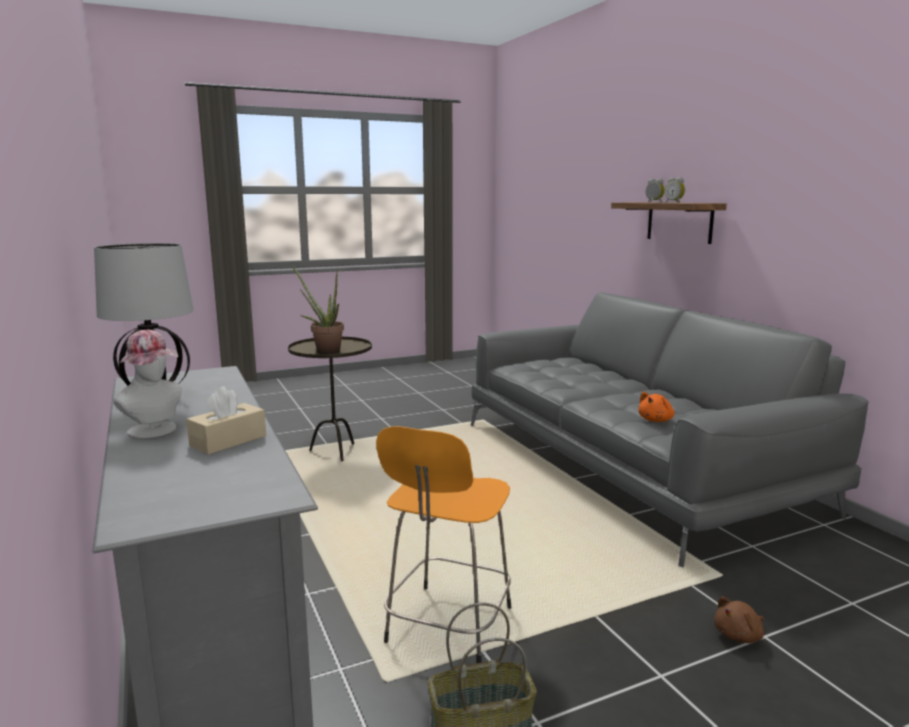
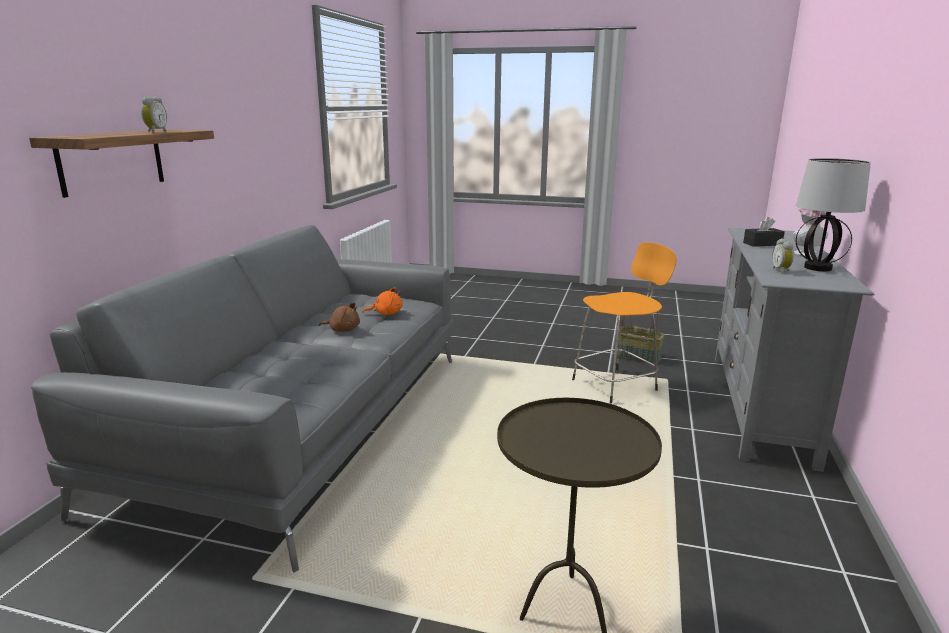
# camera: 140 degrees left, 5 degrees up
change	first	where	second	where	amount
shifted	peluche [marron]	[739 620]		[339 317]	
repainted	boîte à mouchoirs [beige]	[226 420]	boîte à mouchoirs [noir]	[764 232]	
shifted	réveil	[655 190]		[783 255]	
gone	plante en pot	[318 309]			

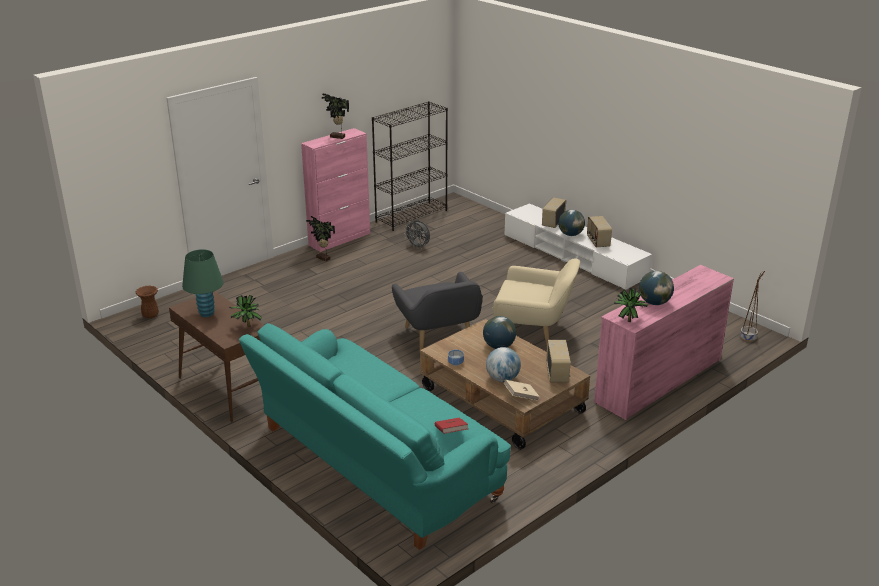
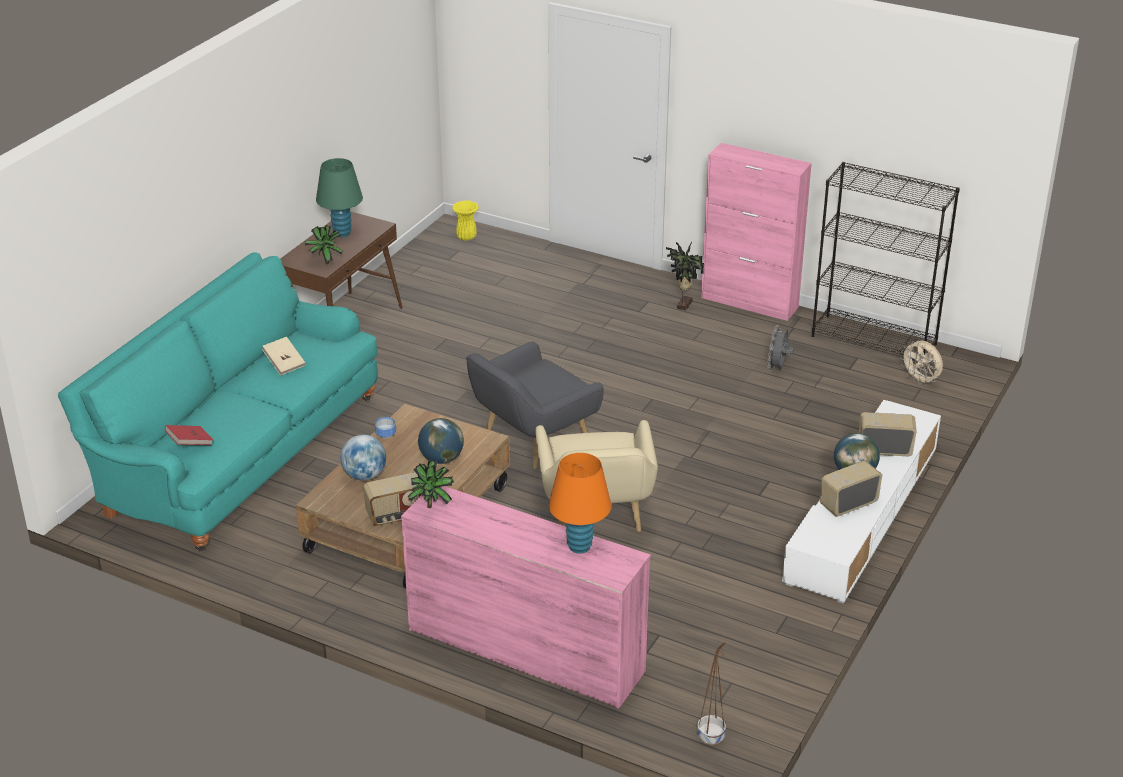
# camera: 70 degrees right, 5 degrees up
change	first	where	second	where	amount
shifted	livre [beige]	[522 390]		[284 356]	
repainted	vase [marron]	[147 301]	vase [jaune]	[465 221]	
new			lampe de table [orange]	[580 503]	
new			ventilateur [beige]	[921 363]	
gone	plante en pot	[335 116]			
gone	globe	[656 288]			

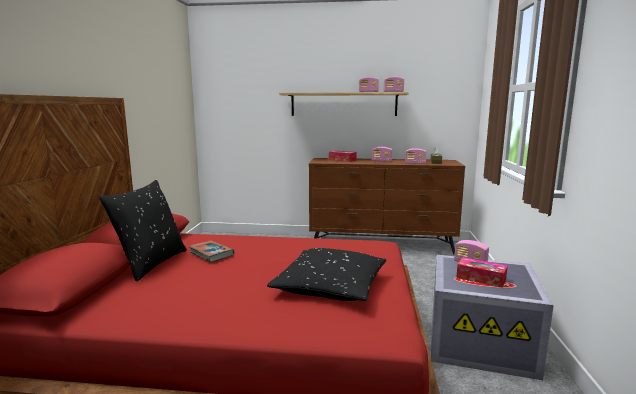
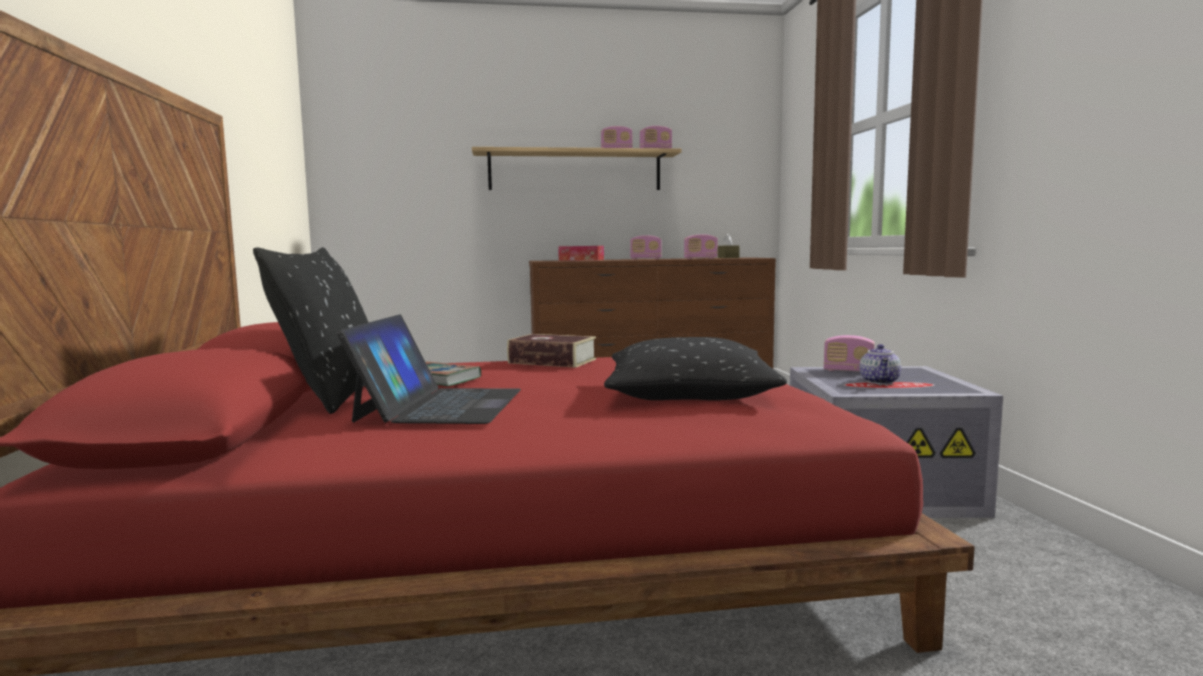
# camera: 15 degrees left, 5 degrees down
change	first	where	second	where	amount
new			ordinateur portable	[429 369]	
new			livre	[551 351]	
swapped	boîte à mouchoirs	[482 272]	théière	[880 364]	

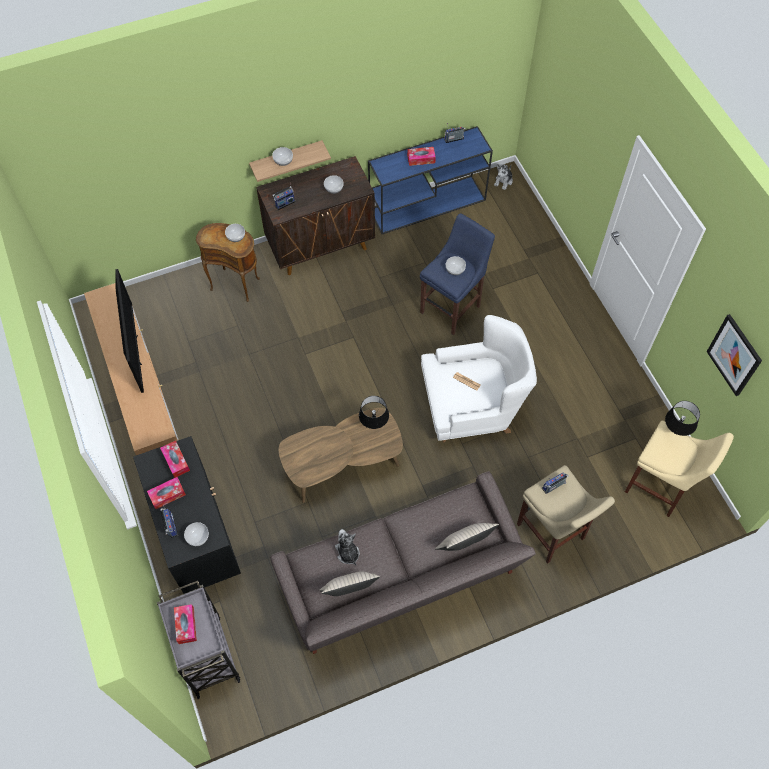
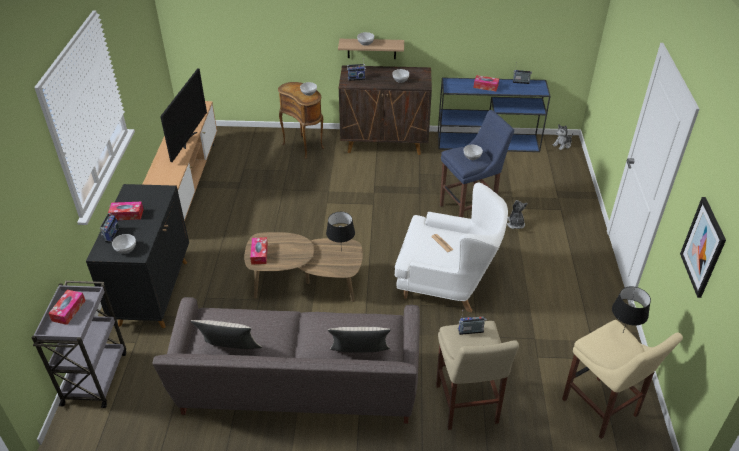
# camera: 25 degrees right, 20 degrees down
change	first	where	second	where	amount
shifted	boîte à mouchoirs	[175 459]		[259 251]	
shifted	peluche	[347 547]		[517 214]	

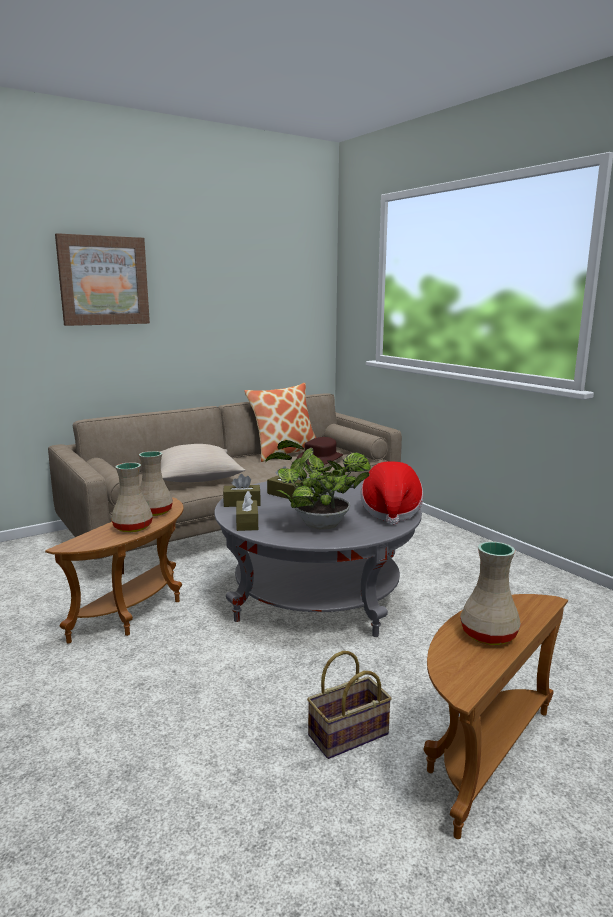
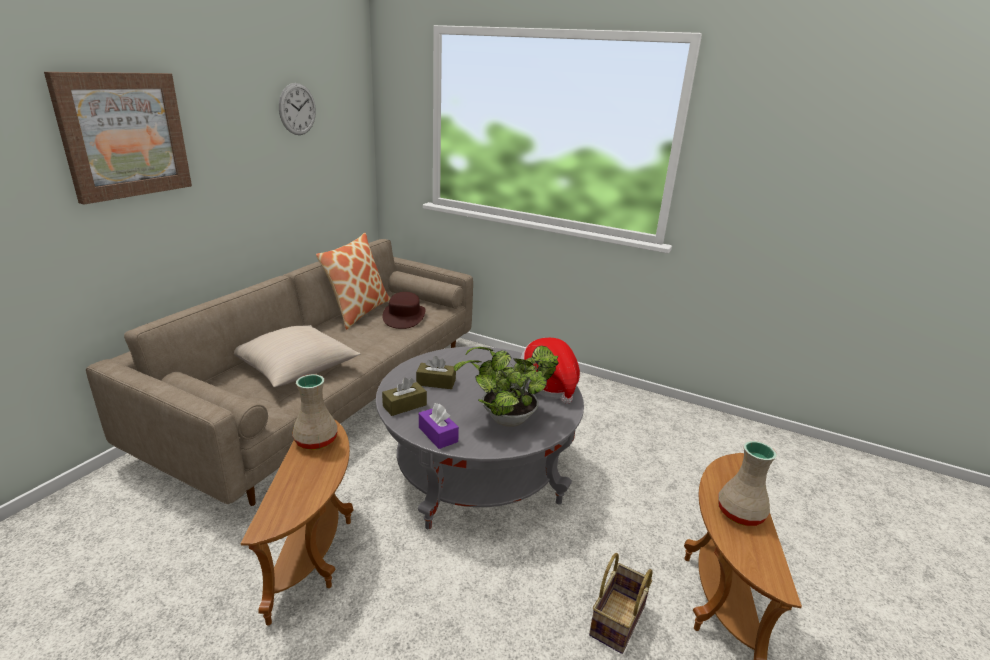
# camera: 30 degrees left, 10 degrees up
change	first	where	second	where	amount
new			horloge murale	[297 109]	
repainted	boîte à mouchoirs [marron]	[247 511]	boîte à mouchoirs [violet]	[439 426]	
gone	vase [beige]	[132 497]			

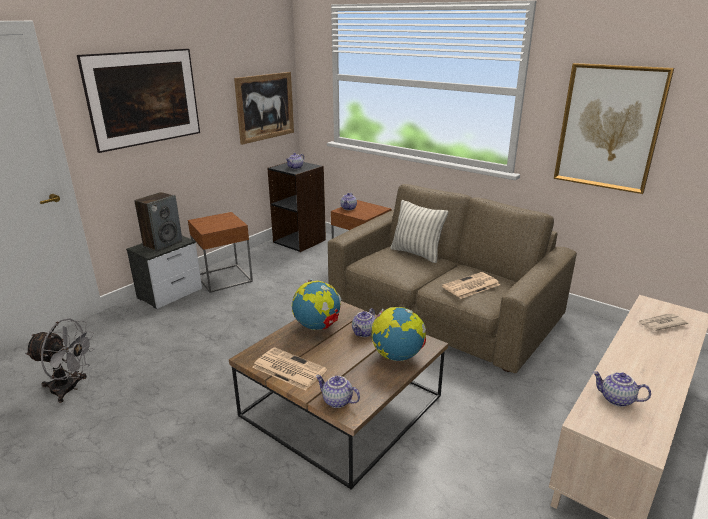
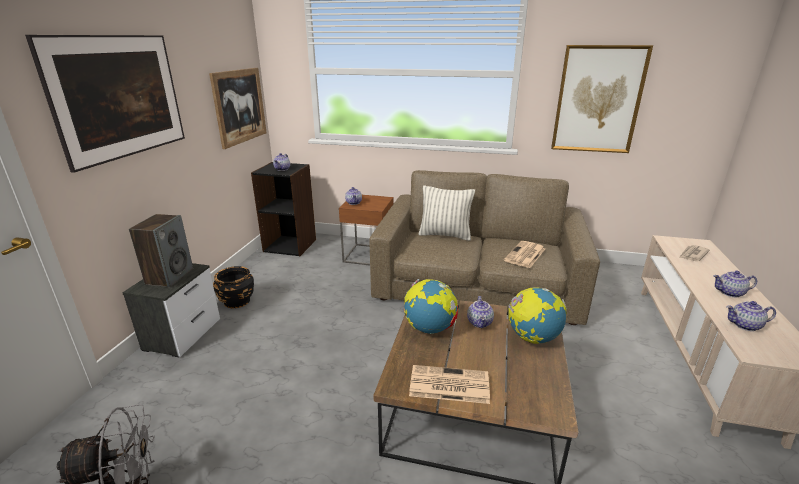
# camera: 25 degrees left, 0 degrees up
change	first	where	second	where	amount
swapped	table d'appoint [marron]	[220 252]	cache-pot [noir]	[233 287]	
shifted	théière	[338 391]		[735 284]	

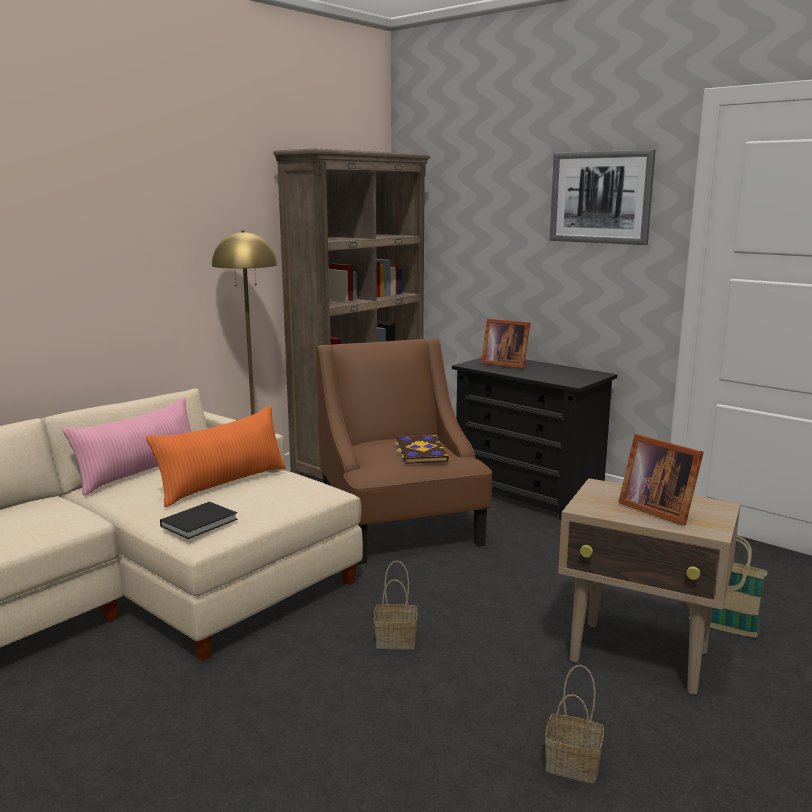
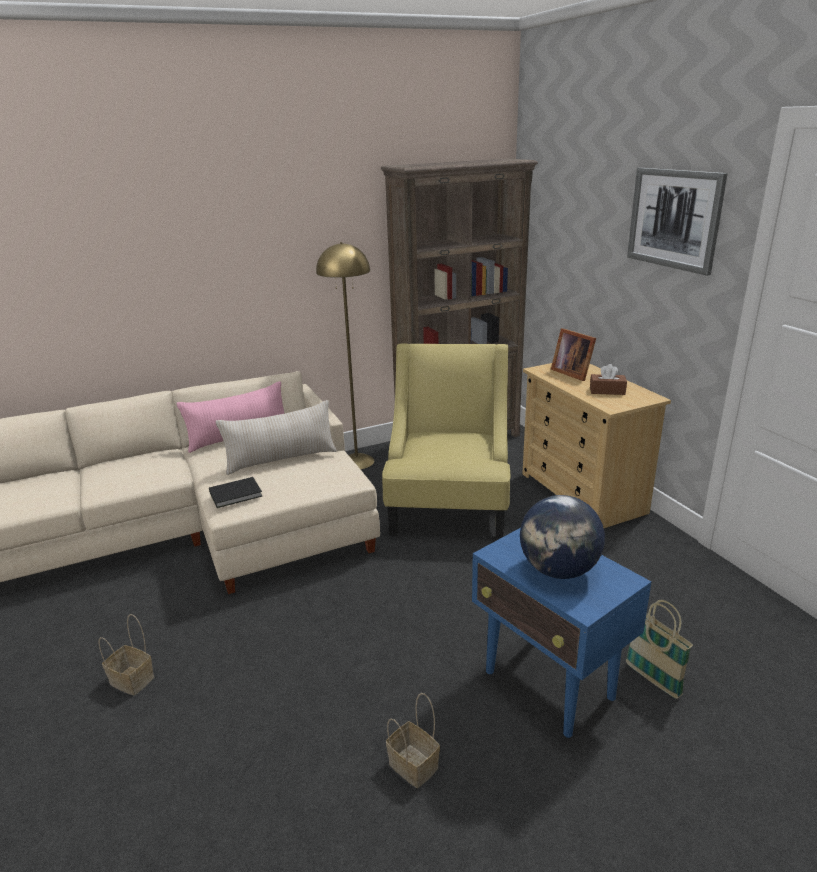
# camera: 25 degrees right, 10 degrees up
change	first	where	second	where	amount
shifted	panier	[396 605]		[126 654]	
repainted	coussin [orange]	[216 456]	coussin [beige]	[276 437]	
repainted	fauteuil [marron]	[404 451]	fauteuil [jaune]	[446 441]	
repainted	table d'appoint [beige]	[649 586]	table d'appoint [bleu]	[561 633]	
swapped	cadre photo	[661 480]	globe	[562 537]	
repainted	commode [noir]	[534 439]	commode [beige]	[596 445]	
new			boîte à mouchoirs [marron]	[608 379]	
gone	livre	[421 449]			

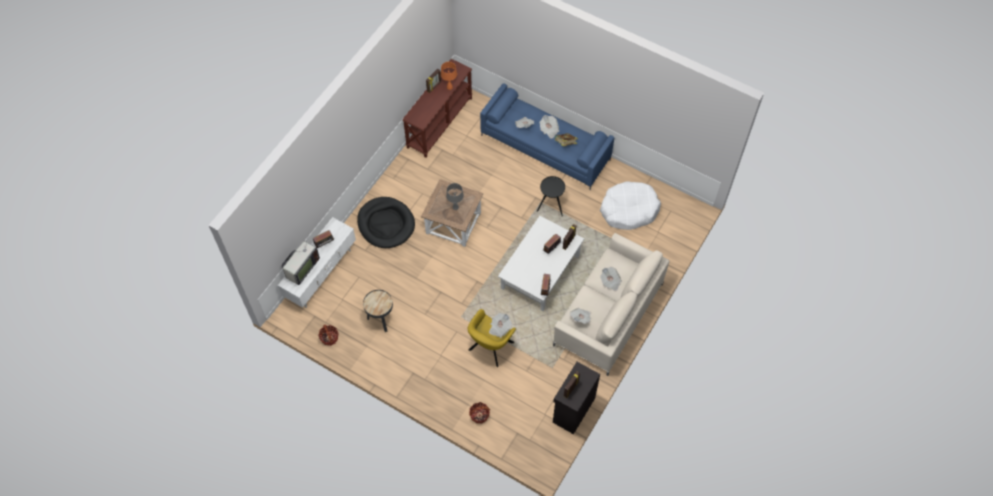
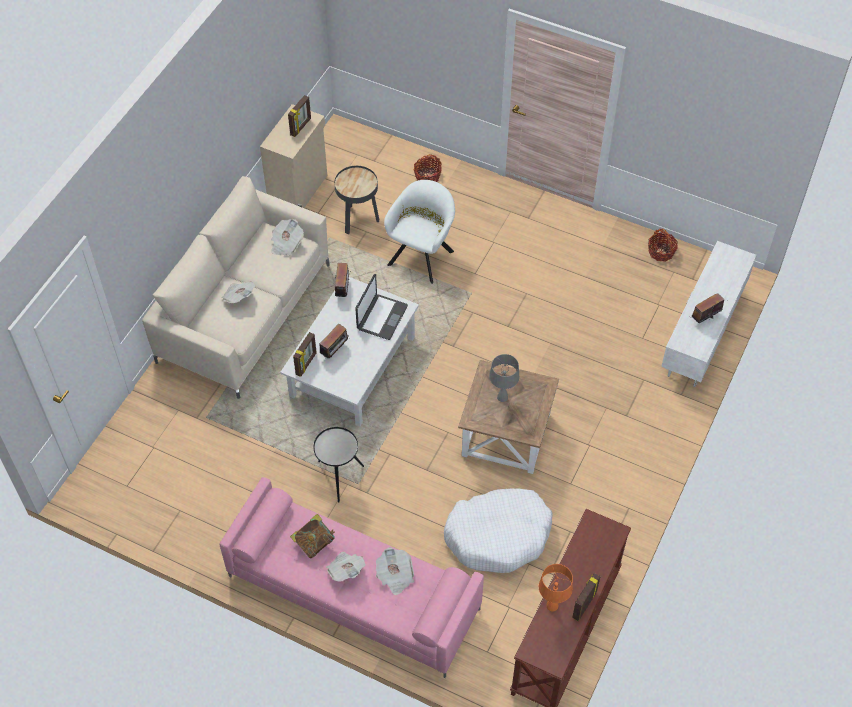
# camera: 175 degrees right, 5 degrees down
change	first	where	second	where	amount
repainted	canapé [bleu]	[547 136]	canapé [rose]	[352 577]	
repainted	meuble de rangement [noir]	[576 398]	meuble de rangement [beige]	[293 156]	
shifted	table d'appoint [noir]	[378 311]		[356 200]	
new			ordinateur portable	[381 307]	
repainted	fauteuil [jaune]	[492 338]	fauteuil [blanc]	[419 232]	
shifted	panier pour chien [blanc]	[630 205]		[498 530]	
gone	téléviseur	[301 261]			
gone	panier pour chien [noir]	[386 222]			
gone	journal	[500 325]			

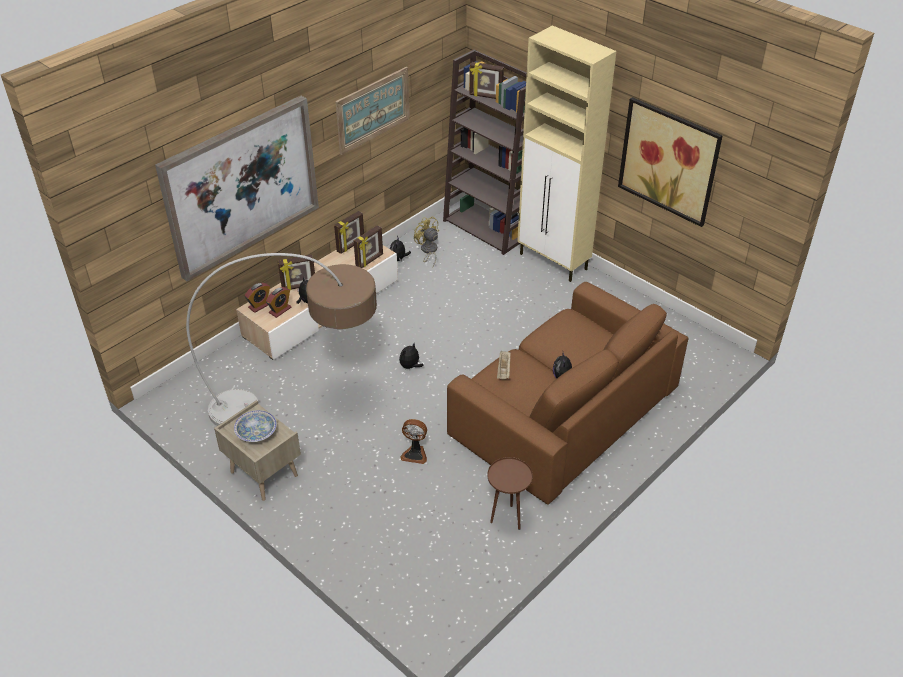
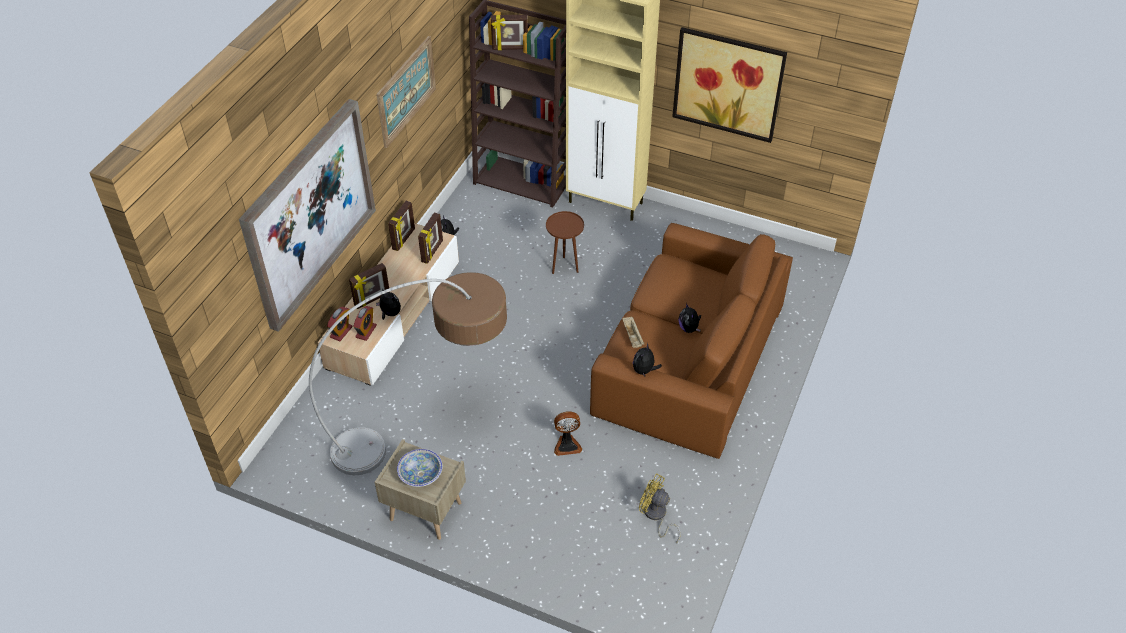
# camera: 20 degrees left, 5 degrees up
change	first	where	second	where	amount
shifted	table d'appoint [marron]	[510 493]		[565 242]	
shifted	peluche	[411 356]		[647 359]	
shifted	ventilateur [jaune]	[426 242]		[659 508]	

